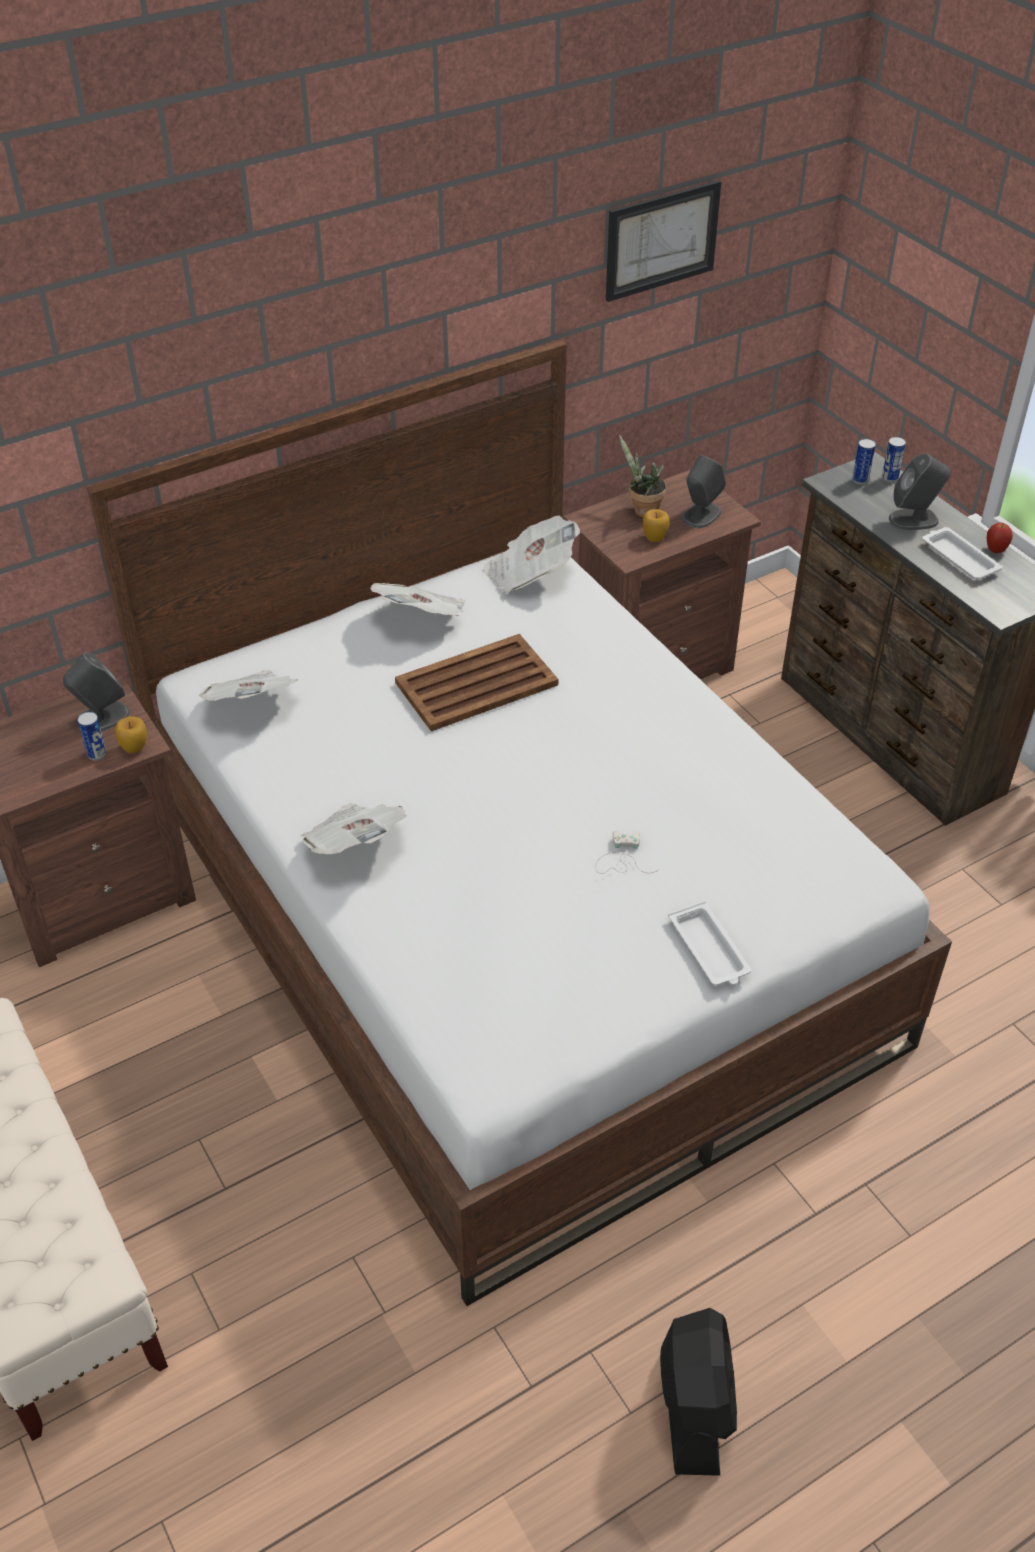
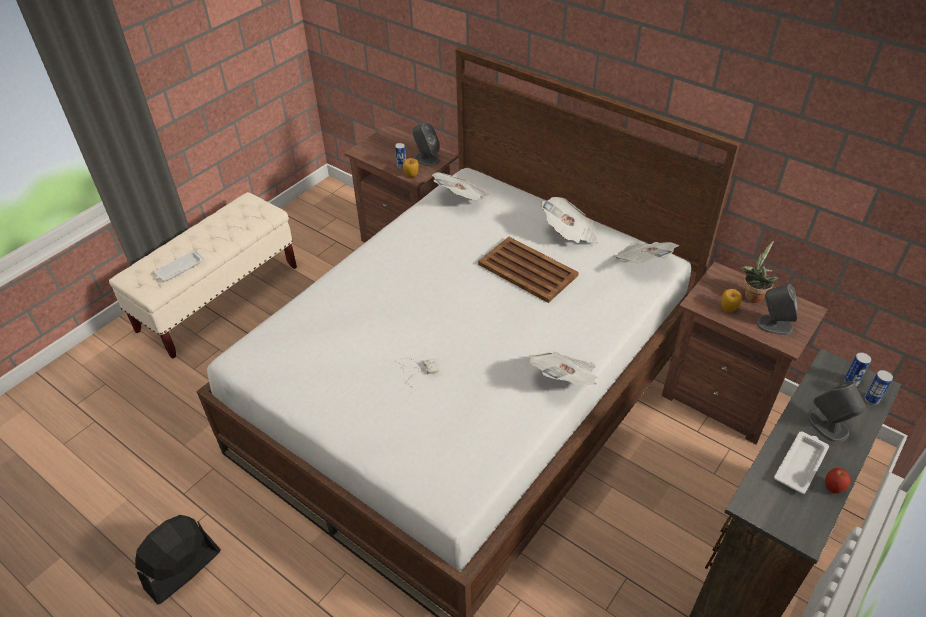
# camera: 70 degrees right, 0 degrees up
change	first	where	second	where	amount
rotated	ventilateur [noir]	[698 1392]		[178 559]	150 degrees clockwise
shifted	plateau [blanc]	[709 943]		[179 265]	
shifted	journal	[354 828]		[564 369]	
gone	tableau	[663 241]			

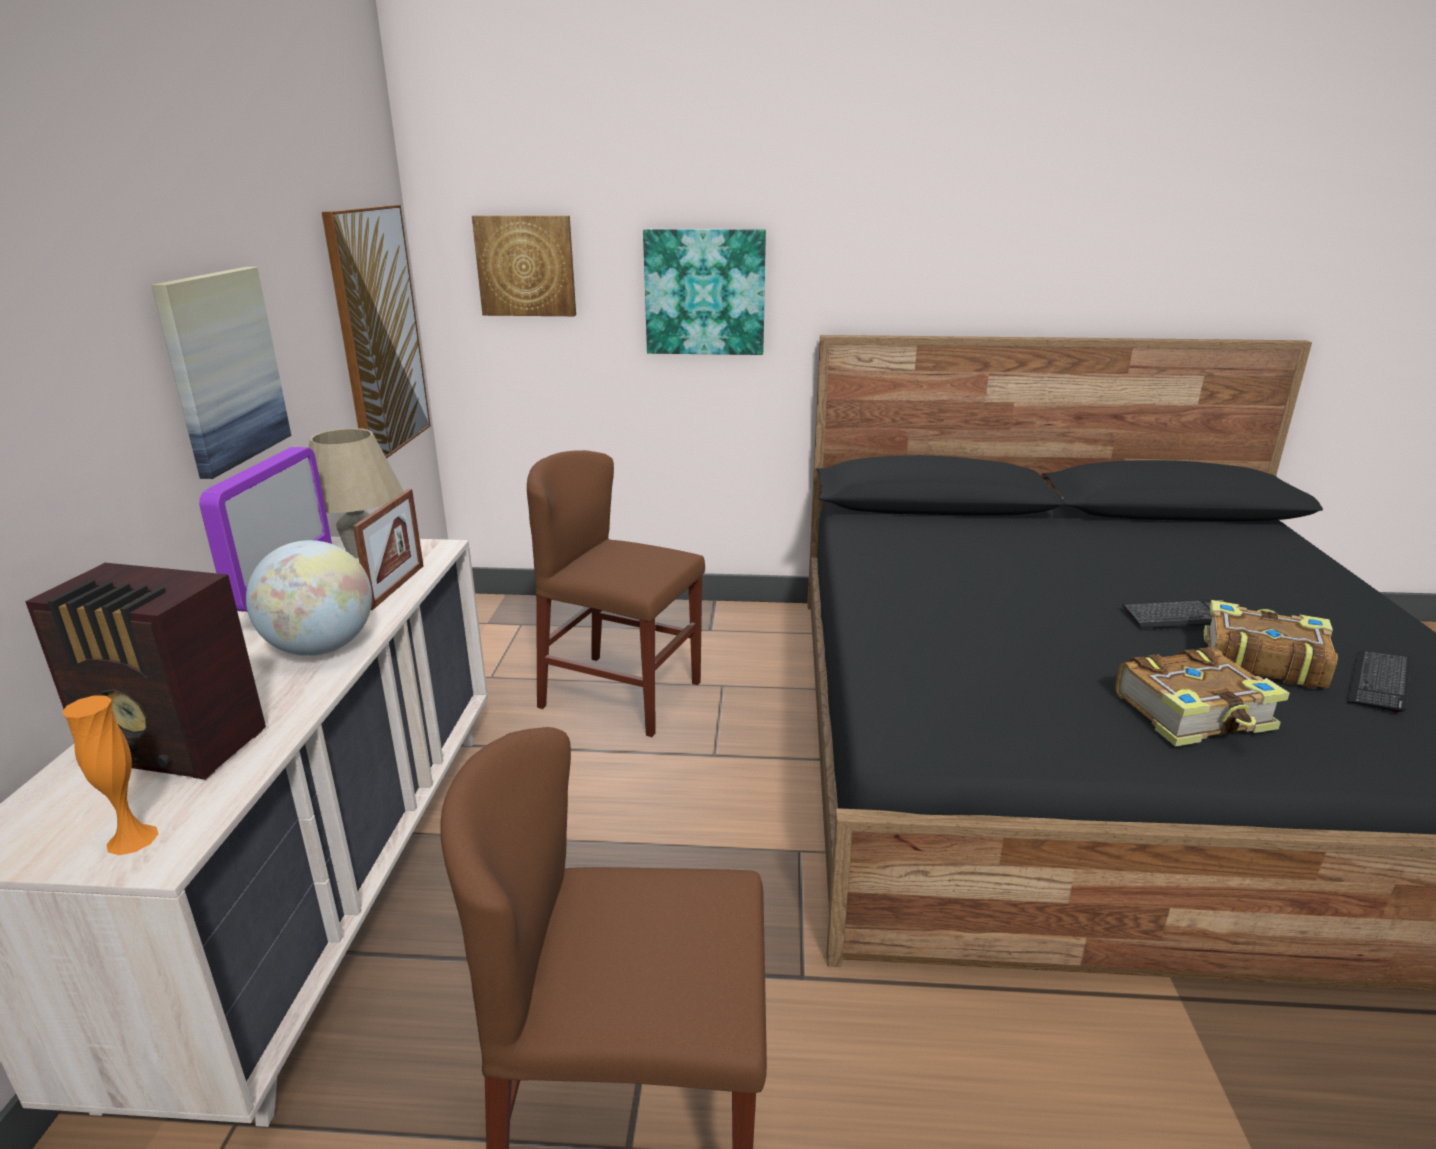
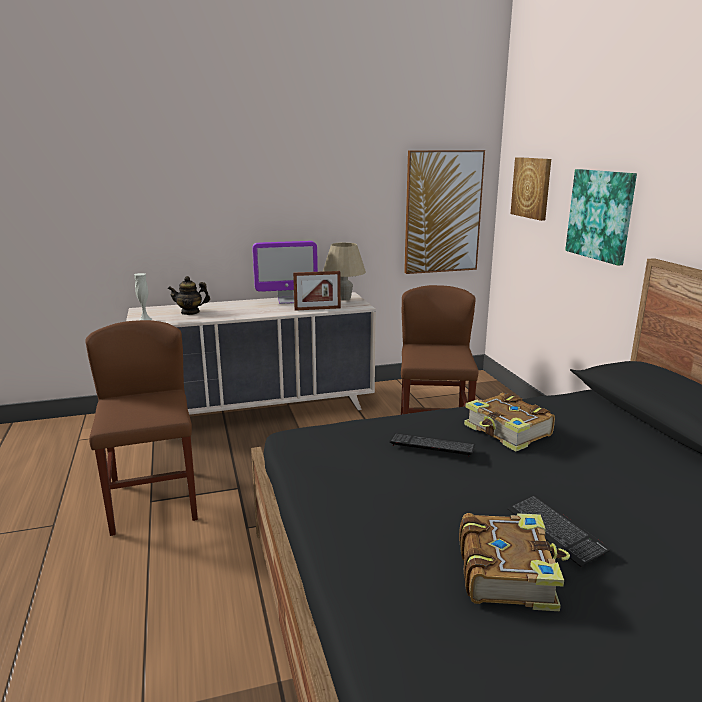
# camera: 70 degrees right, 5 degrees down
change	first	where	second	where	amount
repainted	vase [orange]	[110 775]	vase [blanc]	[143 296]	
swapped	radio	[145 671]	théière	[189 295]	
shifted	clavier	[1379 682]		[432 445]	
shifted	livre	[1203 697]		[509 422]	
gone	tableau	[221 373]			
gone	globe	[309 598]			

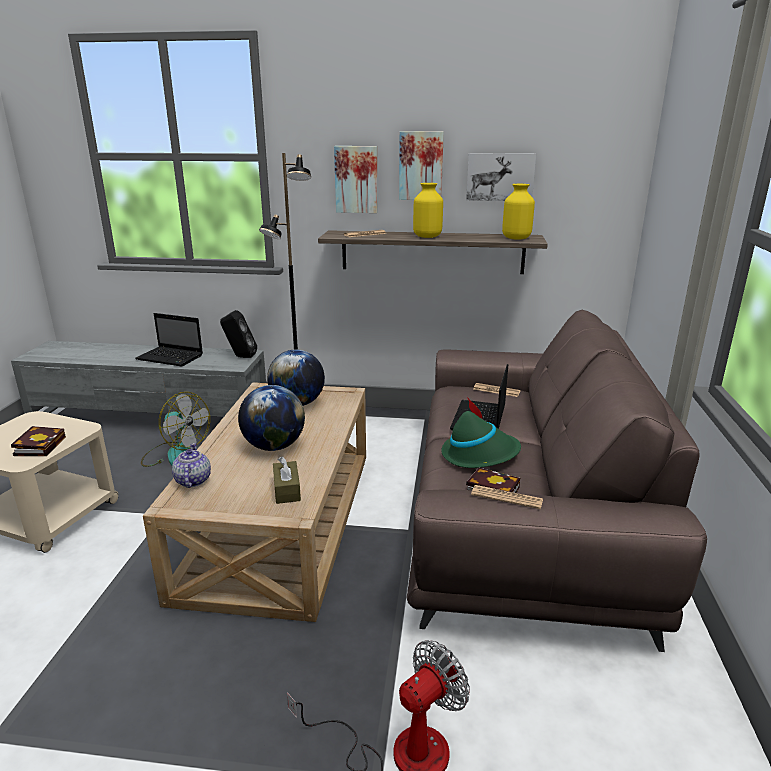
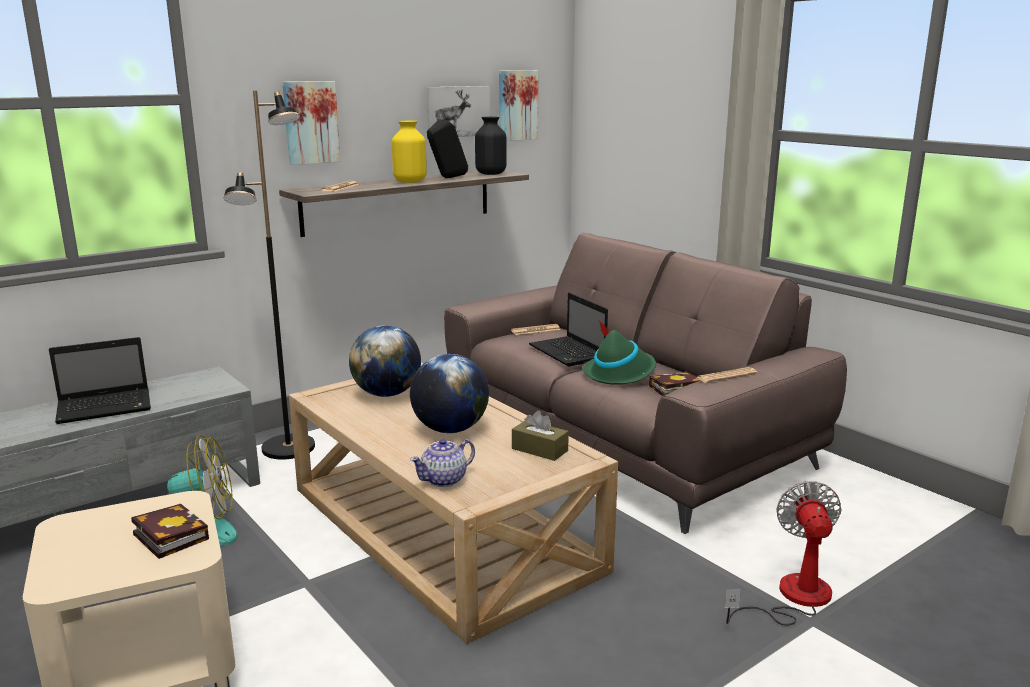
# camera: 45 degrees left, 5 degrees down
change	first	where	second	where	amount
rotated	théière	[191 465]		[442 463]	75 degrees counterclockwise
shifted	enceinte [noir]	[238 334]		[447 148]	
repainted	vase [jaune]	[518 212]	vase [noir]	[491 146]	
shifted	tableau	[421 165]		[518 105]	

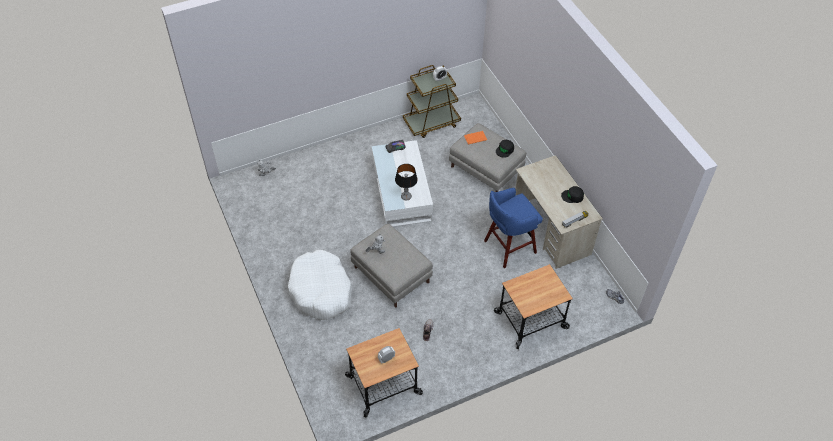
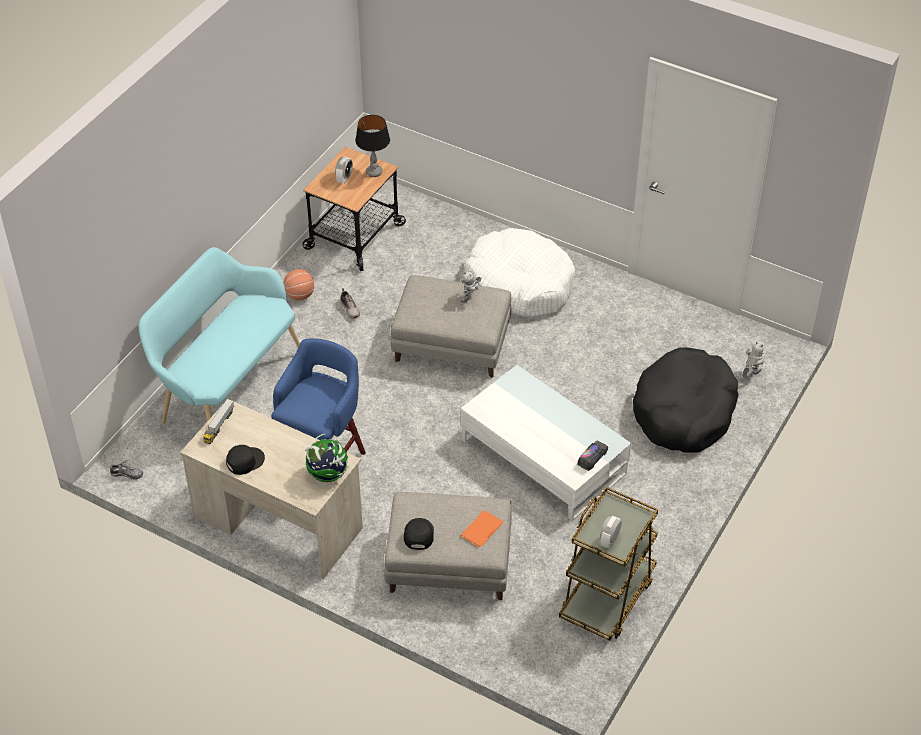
# camera: 145 degrees right, 5 degrees down
change	first	where	second	where	amount
swapped	chariot	[533 306]	banc [turquoise]	[219 335]	
new			ballon de basket	[298 284]	
new			globe	[327 458]	
shifted	lampe de table	[406 182]		[372 146]	
new			panier pour chien [noir]	[686 400]	

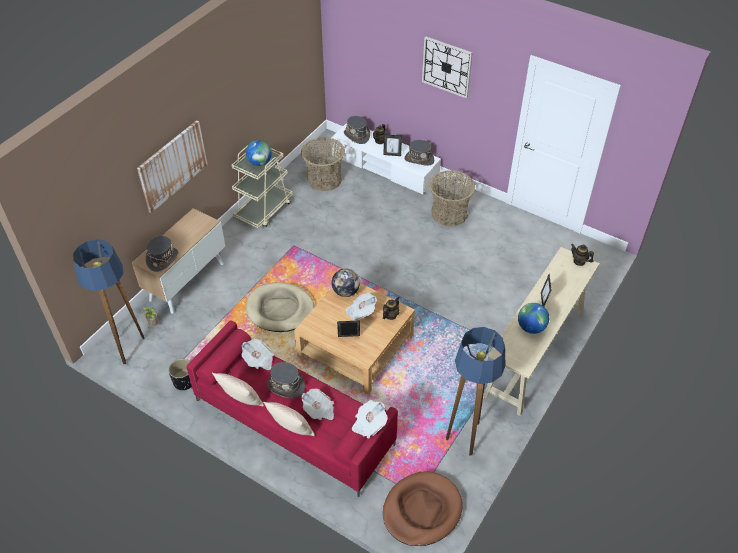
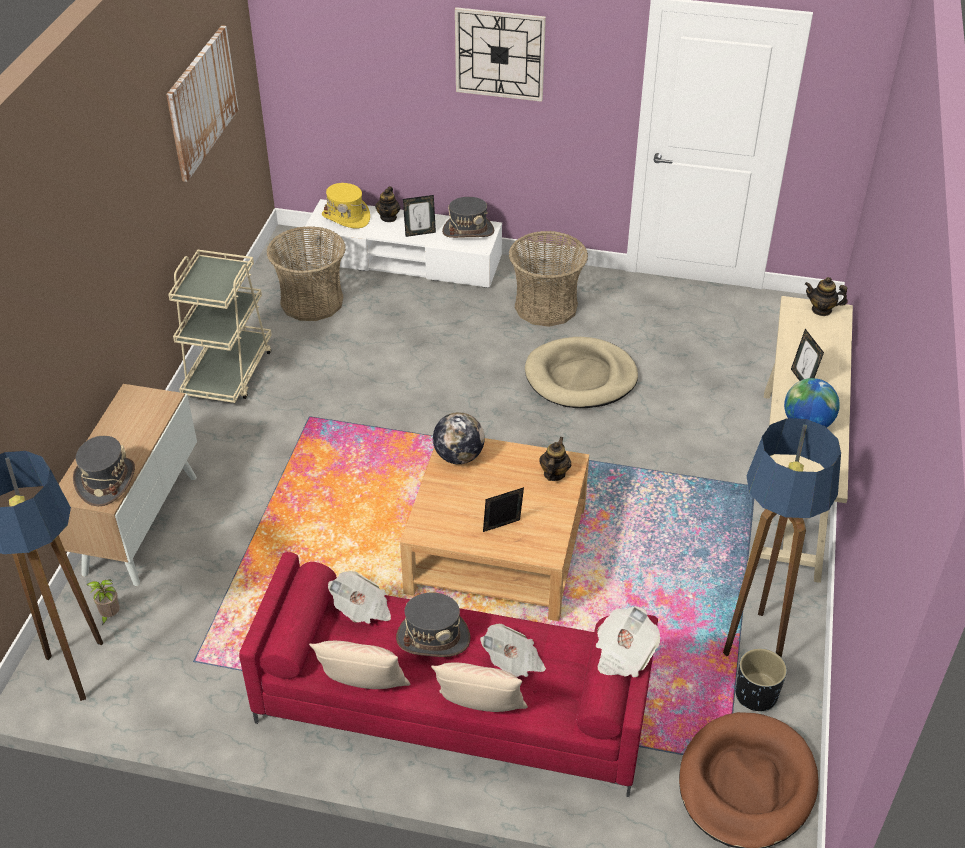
# camera: 20 degrees left, 5 degrees down
change	first	where	second	where	amount
shifted	tableau	[172 166]		[202 103]	
repainted	chapeau [gris]	[357 130]	chapeau [jaune]	[346 205]	
shifted	panier pour chien [beige]	[280 307]		[581 372]	
shifted	cache-pot [noir]	[180 375]		[761 679]	
gone	globe	[259 153]			
gone	journal	[361 307]			

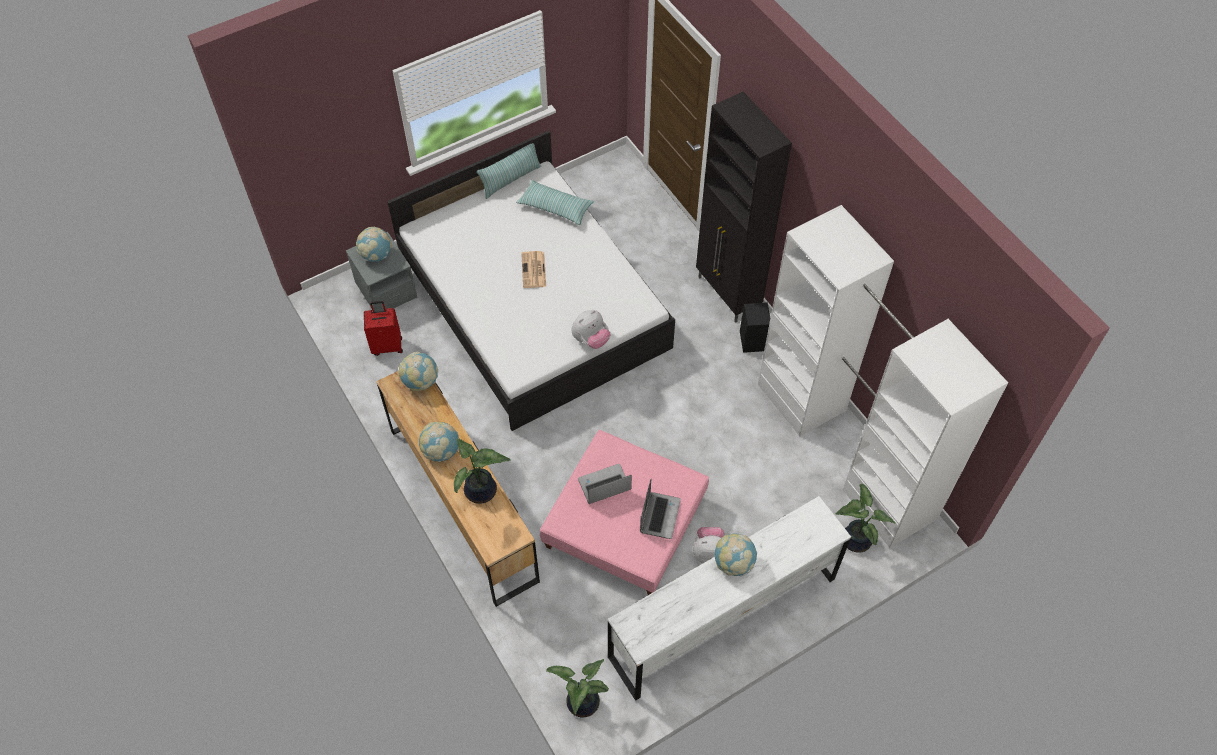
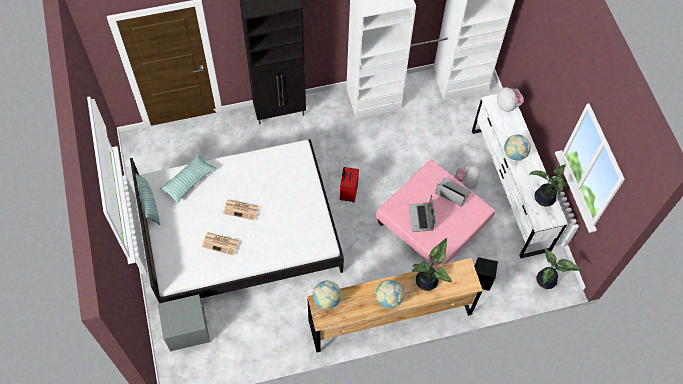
# camera: 75 degrees left, 5 degrees up
change	first	where	second	where	amount
new			journal	[220 243]	
shifted	valise [rouge]	[383 328]		[349 184]	
shifted	enceinte [noir]	[755 327]		[486 274]	
shifted	peluche	[591 329]		[510 99]	
shifted	plante en pot	[866 518]		[548 185]	
gone	globe	[374 244]			

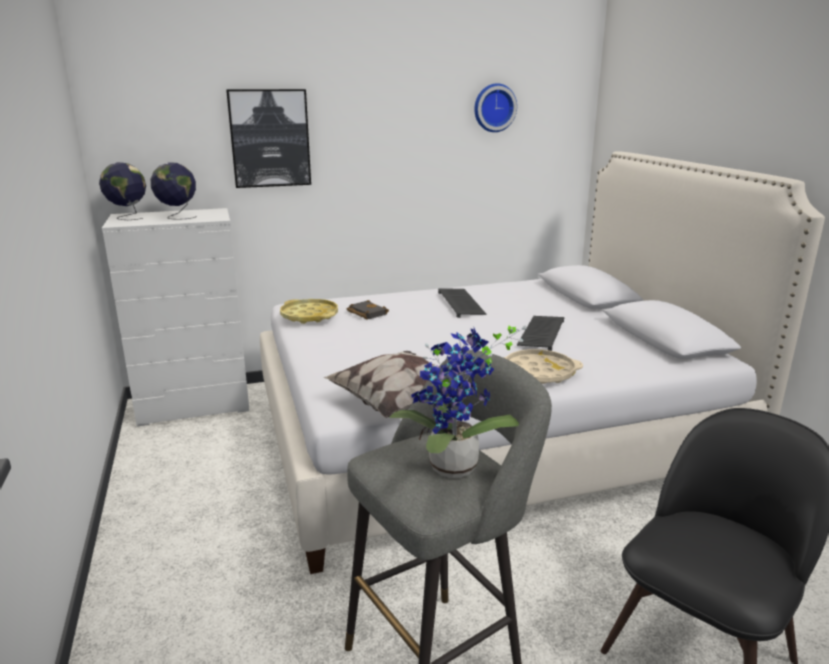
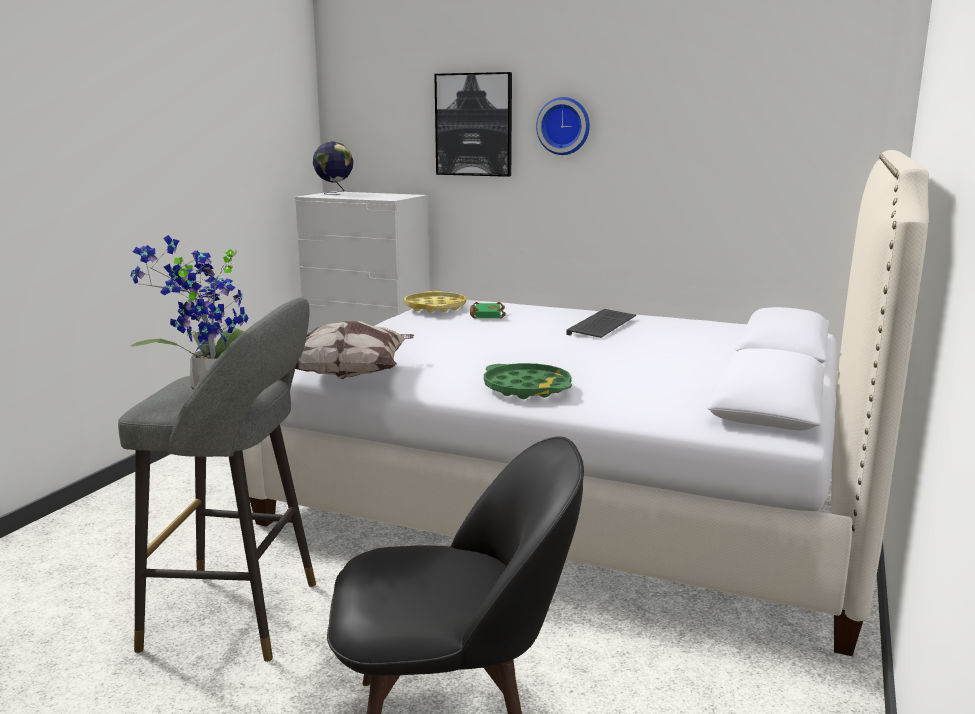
# camera: 40 degrees right, 5 degrees down
change	first	where	second	where	amount
repainted	livre [noir]	[368 310]	livre [vert]	[488 310]	
repainted	plateau [beige]	[543 366]	plateau [vert]	[528 381]	
shifted	horloge murale	[495 107]		[563 126]	
gone	globe	[174 191]			
gone	clavier	[540 333]			

